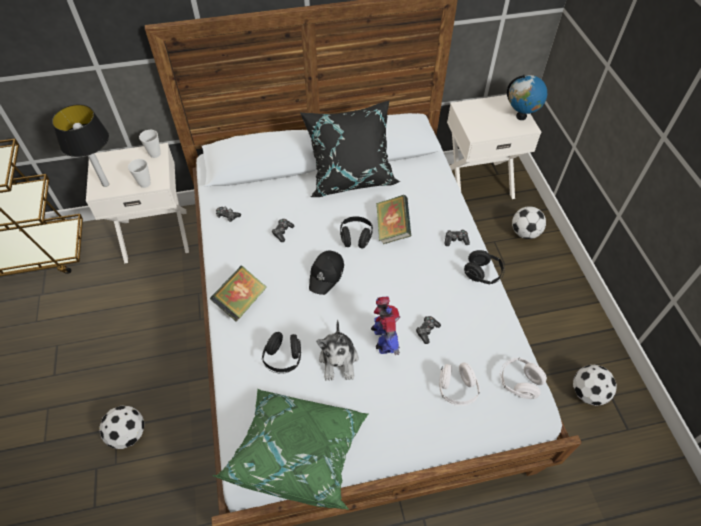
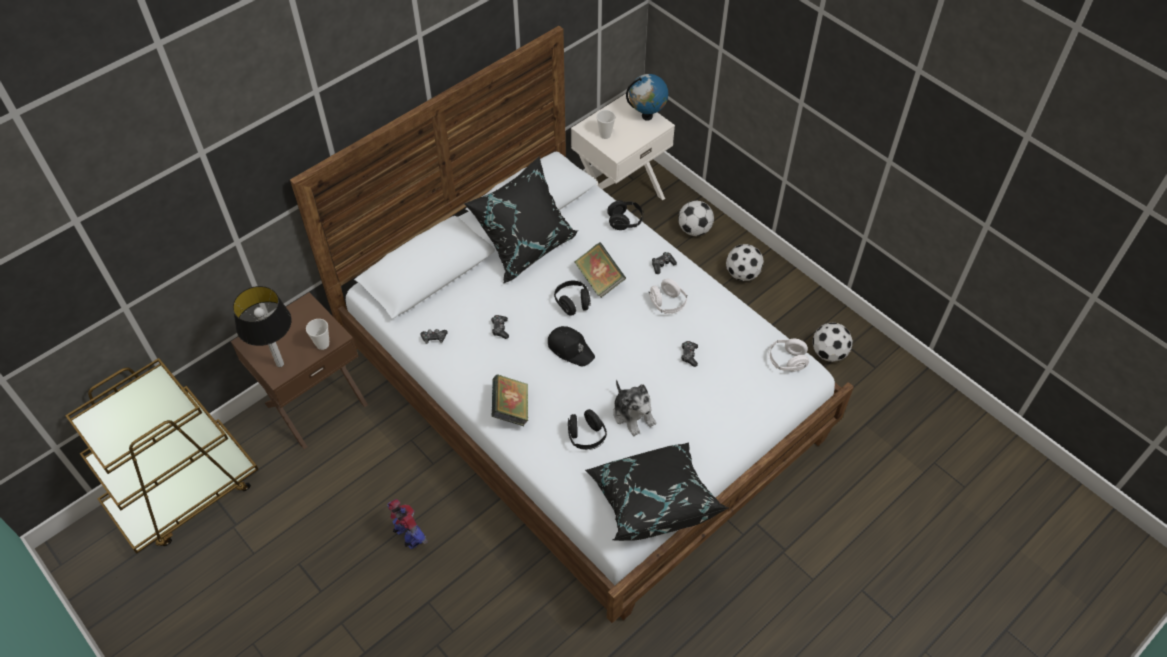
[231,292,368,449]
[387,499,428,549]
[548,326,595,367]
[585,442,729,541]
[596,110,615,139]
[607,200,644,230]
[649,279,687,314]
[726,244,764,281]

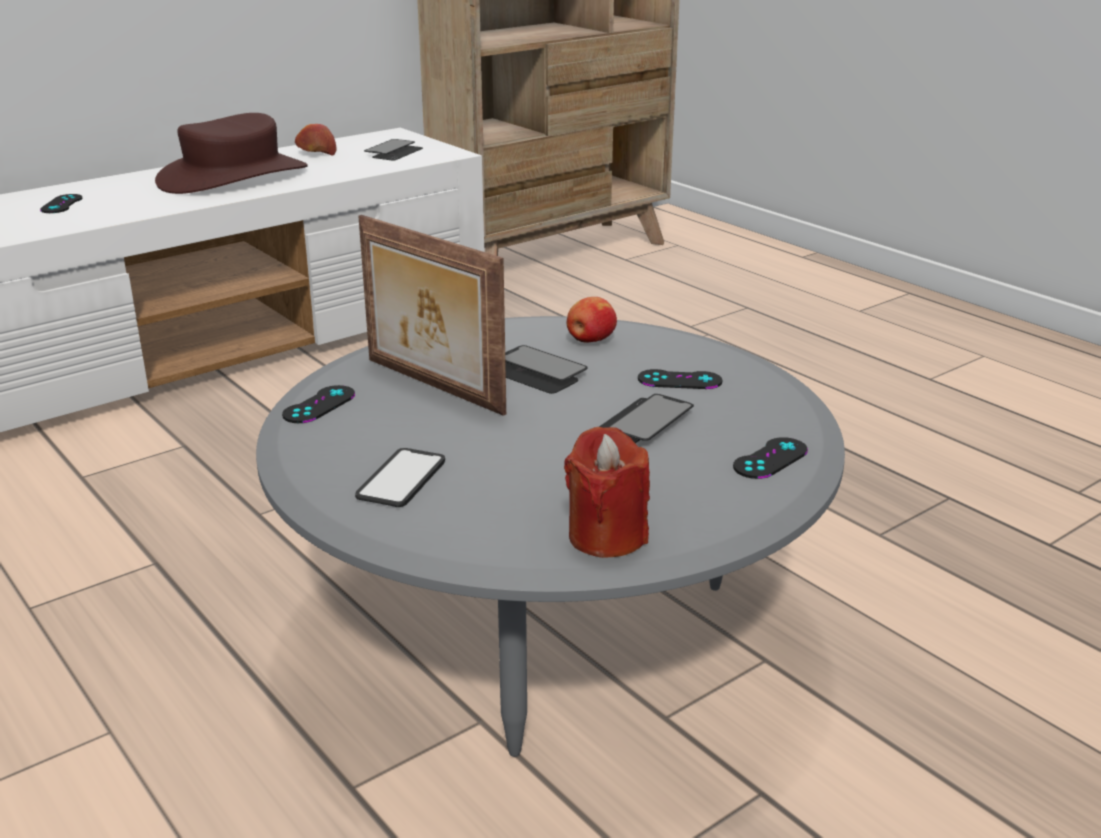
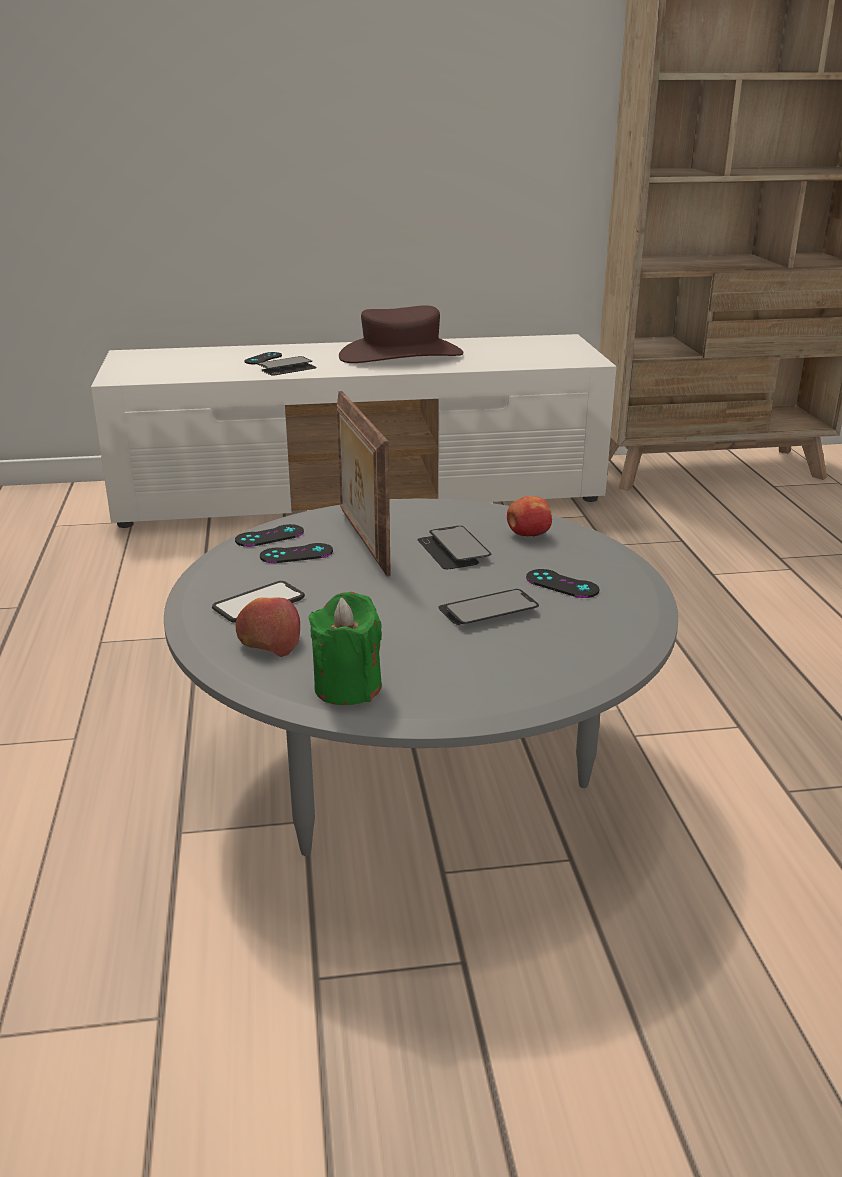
[236,597,300,657]
[257,356,317,376]
[260,543,333,563]
[309,592,382,705]

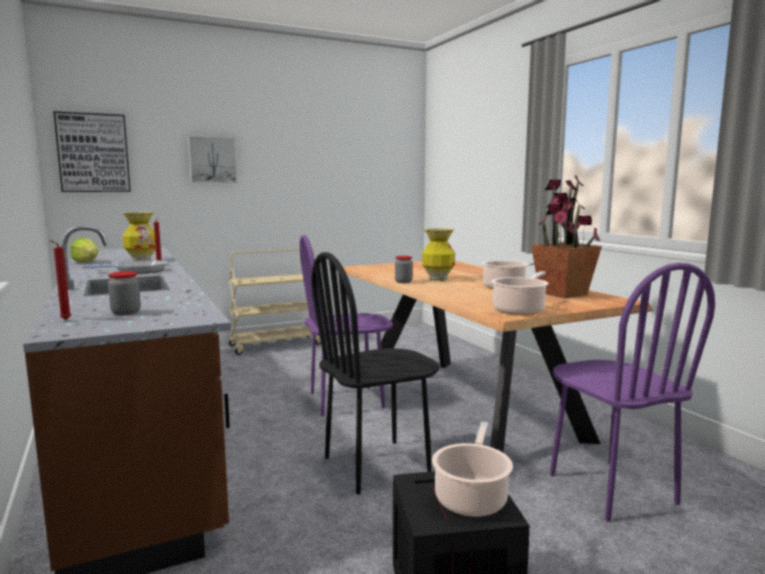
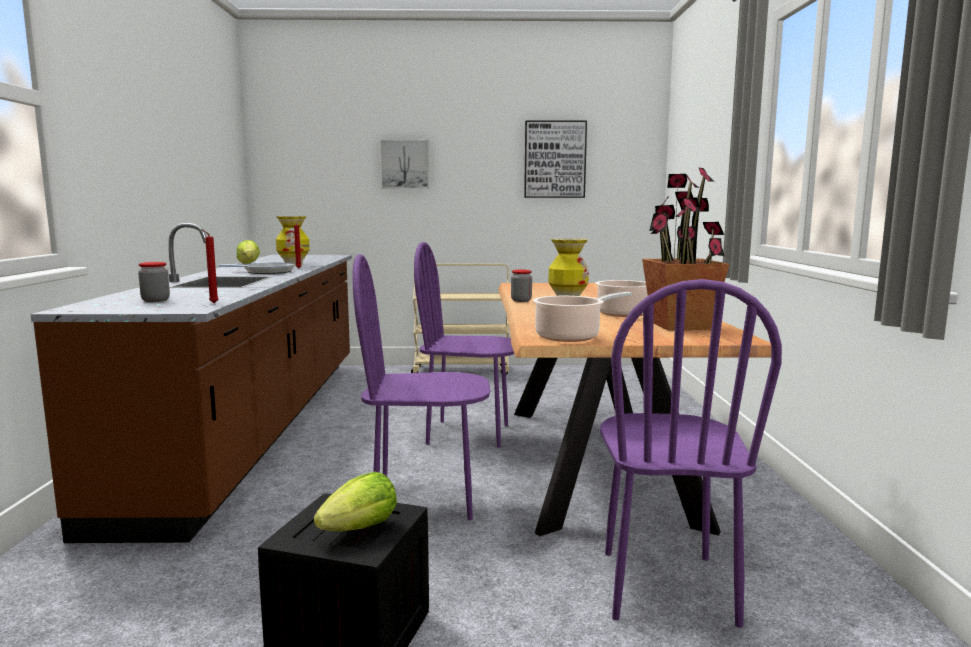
[202,230,218,303]
[314,472,397,531]
[353,254,491,520]
[524,120,587,198]

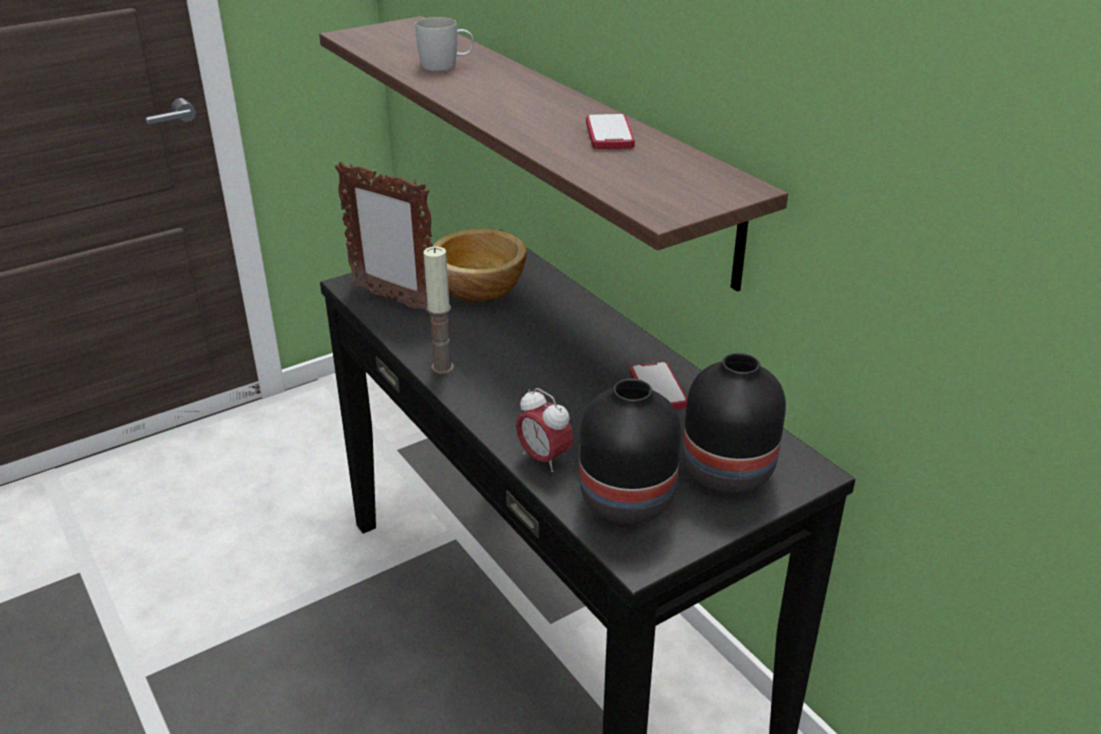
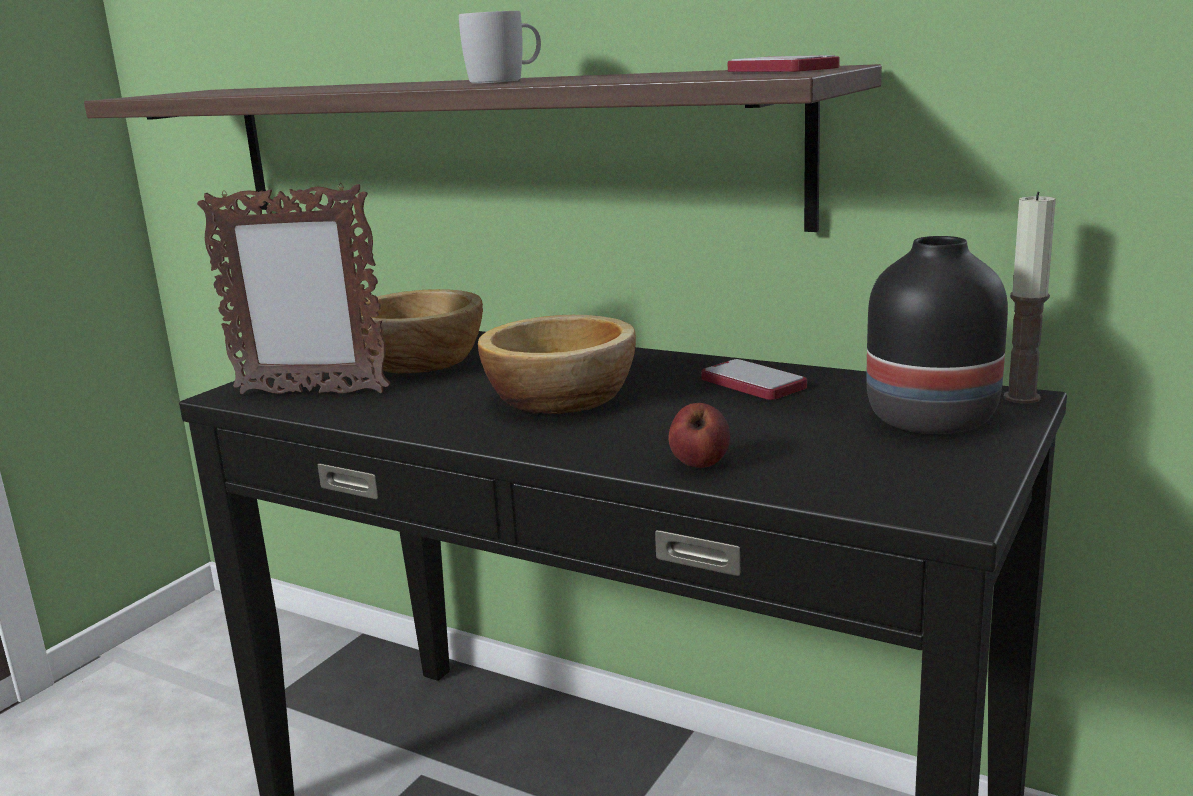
[459,11,541,83]
[478,315,636,414]
[669,403,730,468]
[728,55,840,72]
[1004,192,1056,404]
[579,379,681,524] (first image)

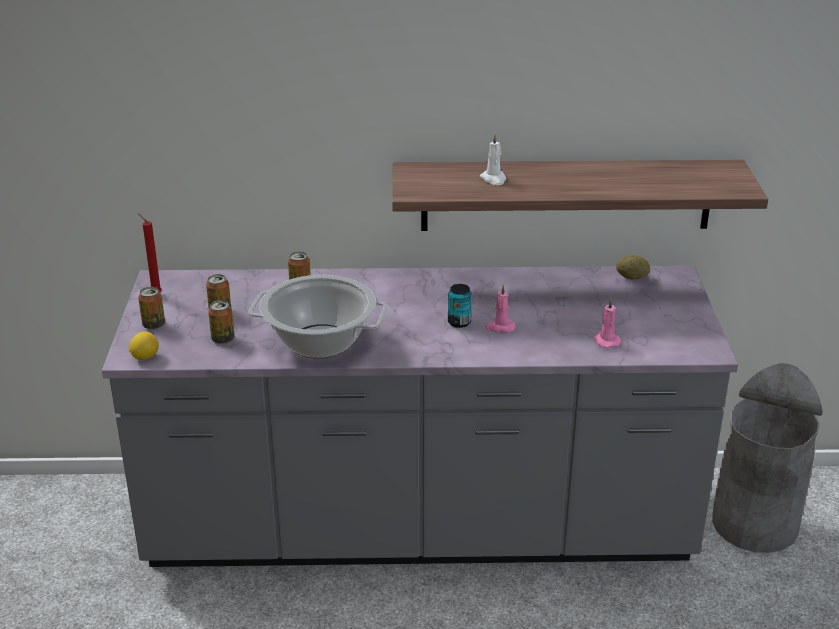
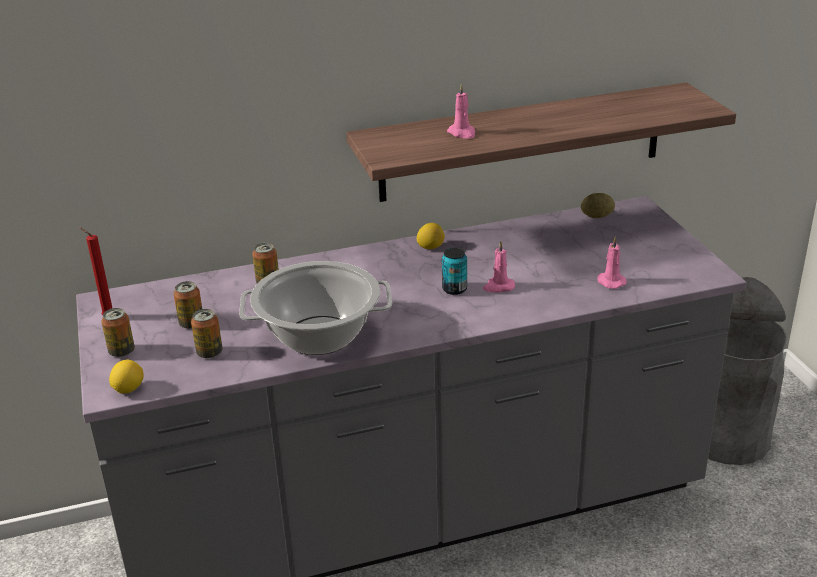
[417,223,445,249]
[447,83,475,139]

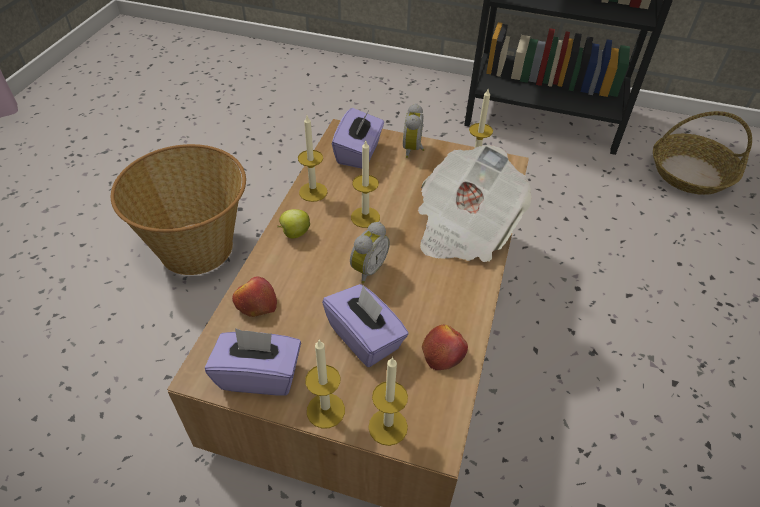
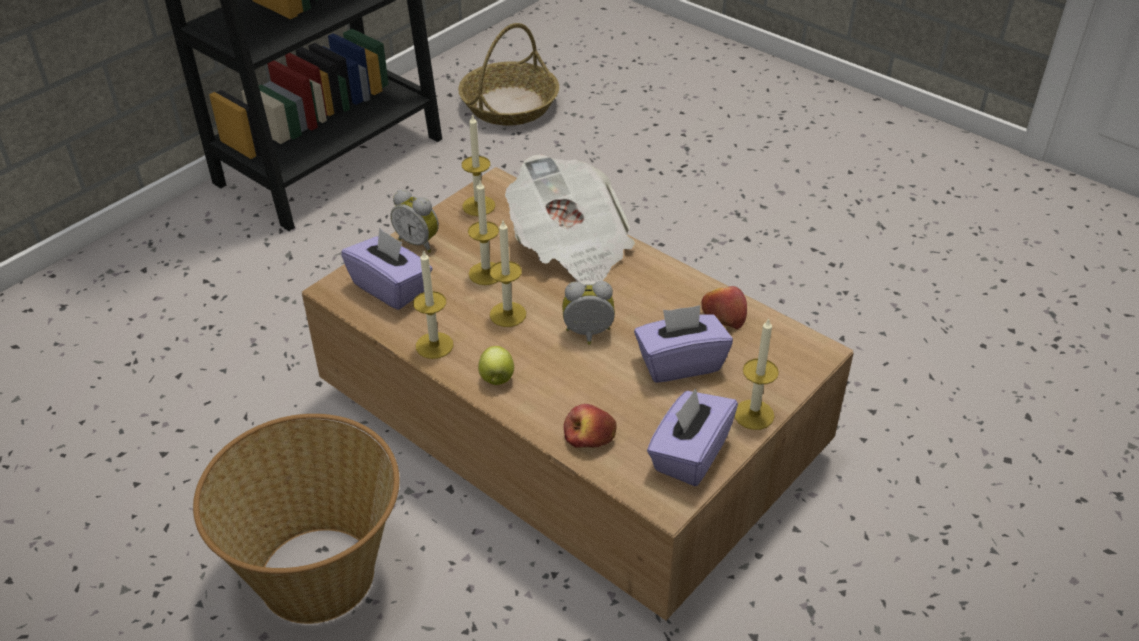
[468,181,499,285]
[562,281,615,345]

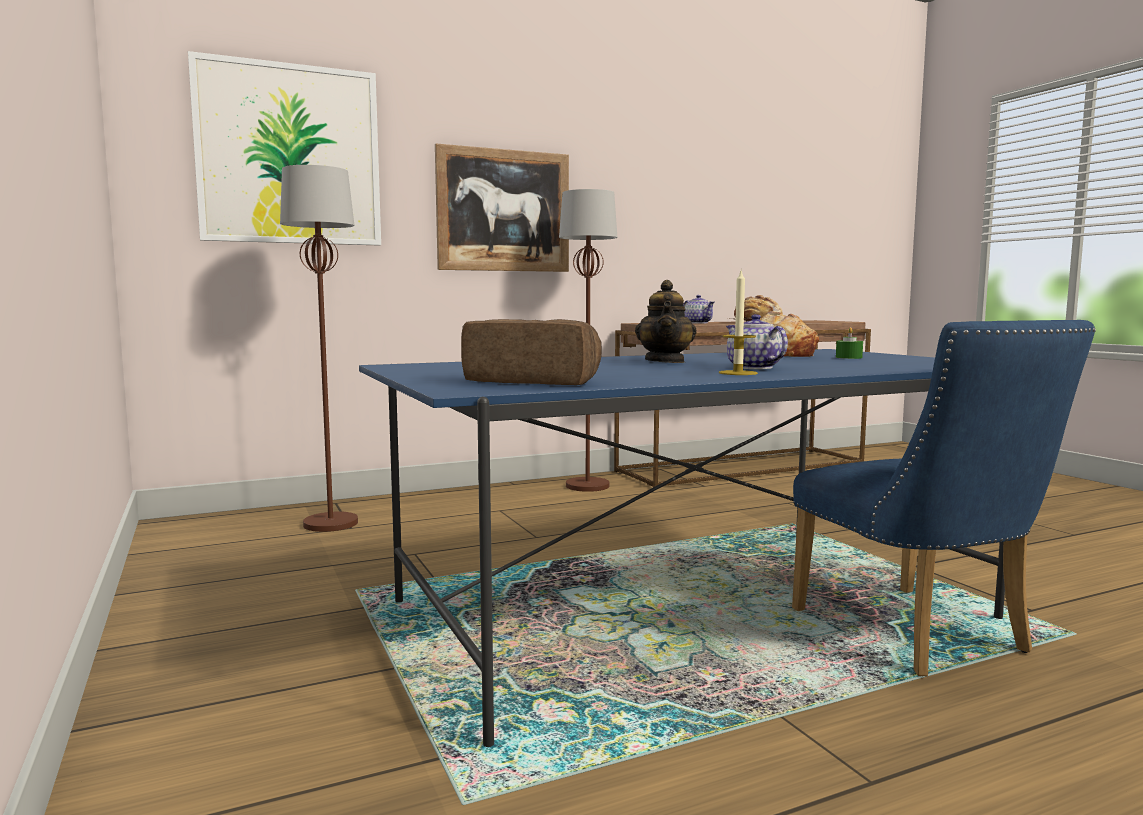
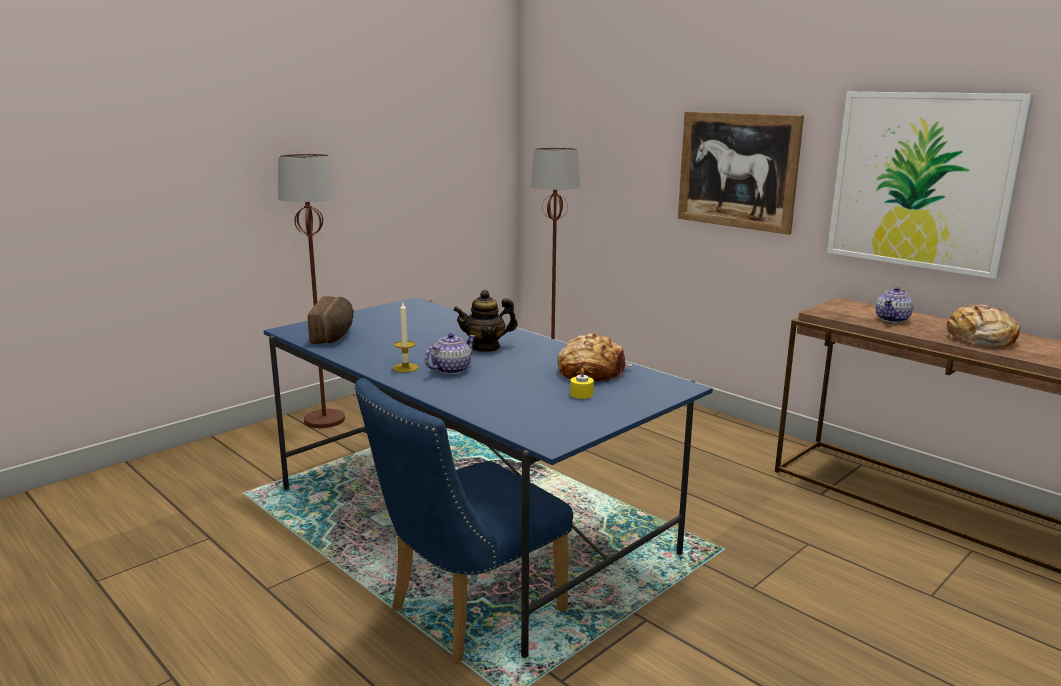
[278,154,345,428]
[570,368,594,399]
[827,92,1034,279]

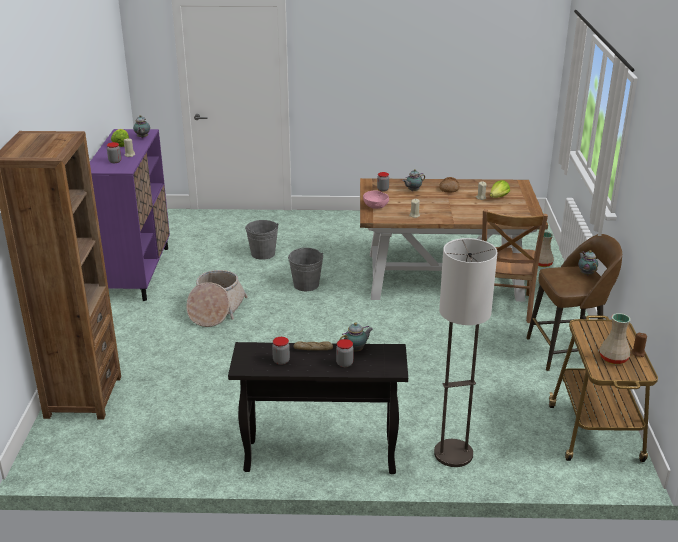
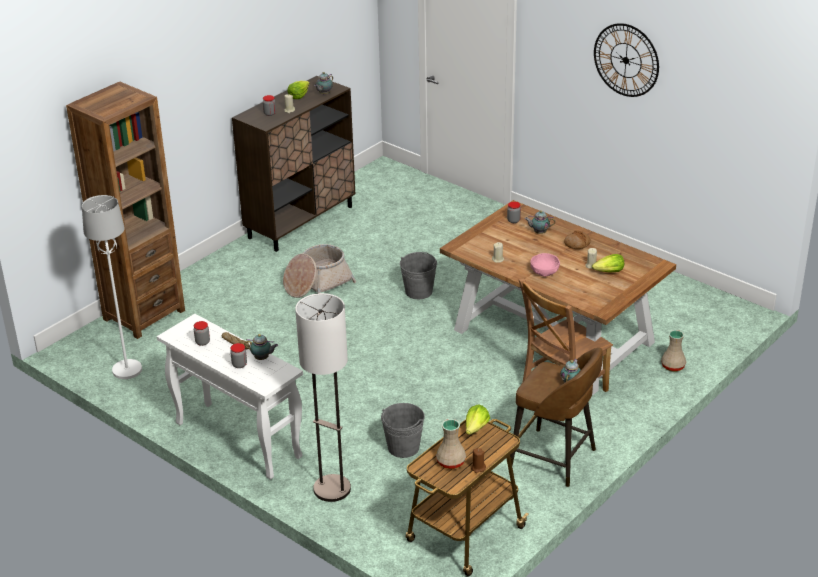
[82,195,142,379]
[157,314,303,480]
[232,76,355,252]
[381,403,425,458]
[465,404,490,435]
[530,253,560,277]
[594,23,659,97]

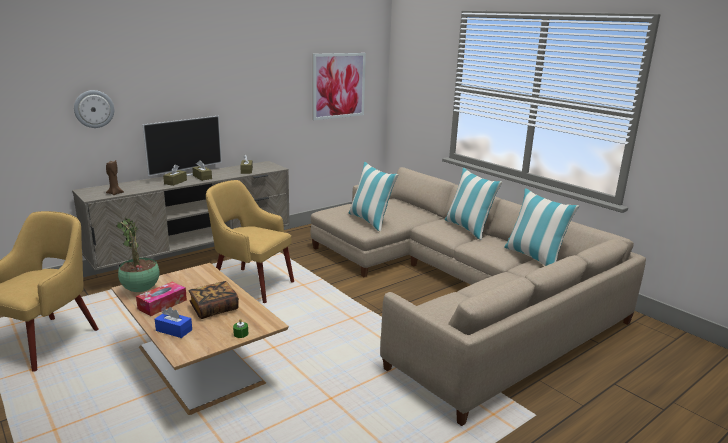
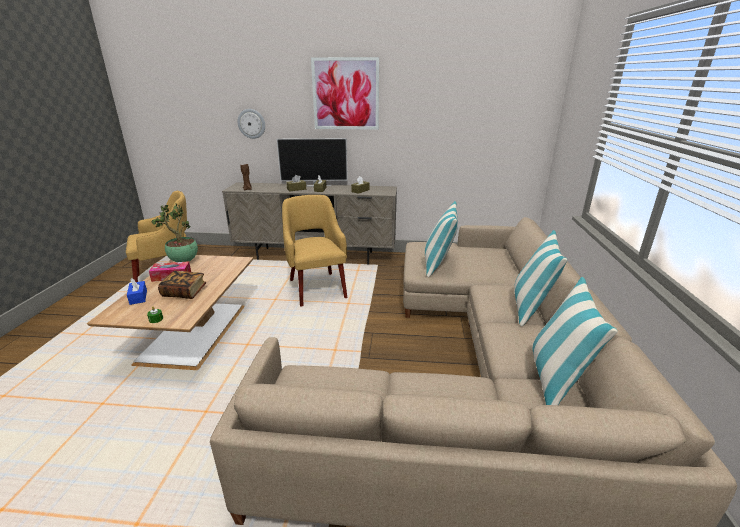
[311,57,379,130]

